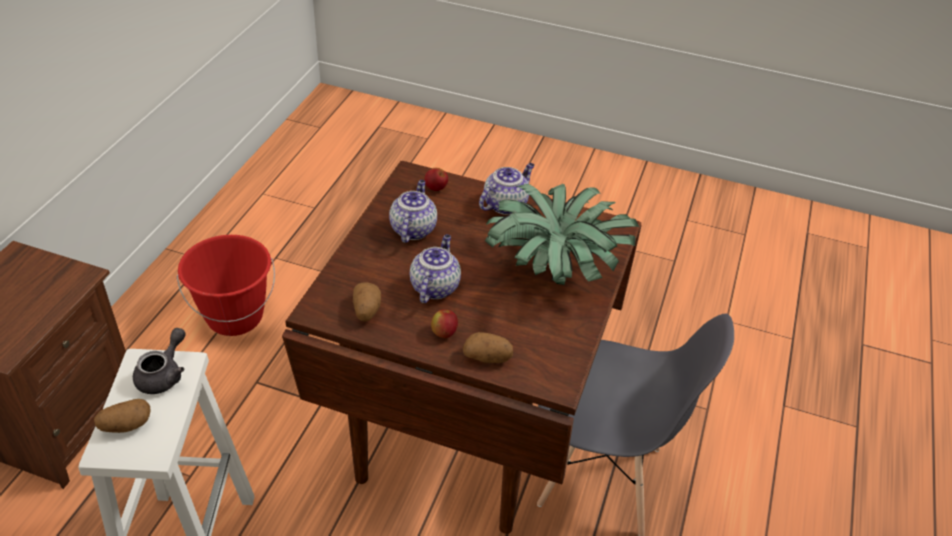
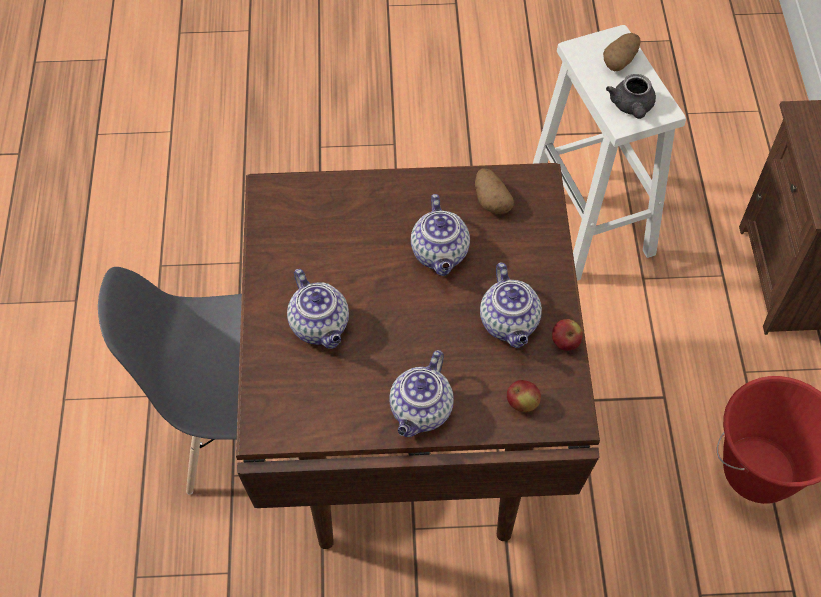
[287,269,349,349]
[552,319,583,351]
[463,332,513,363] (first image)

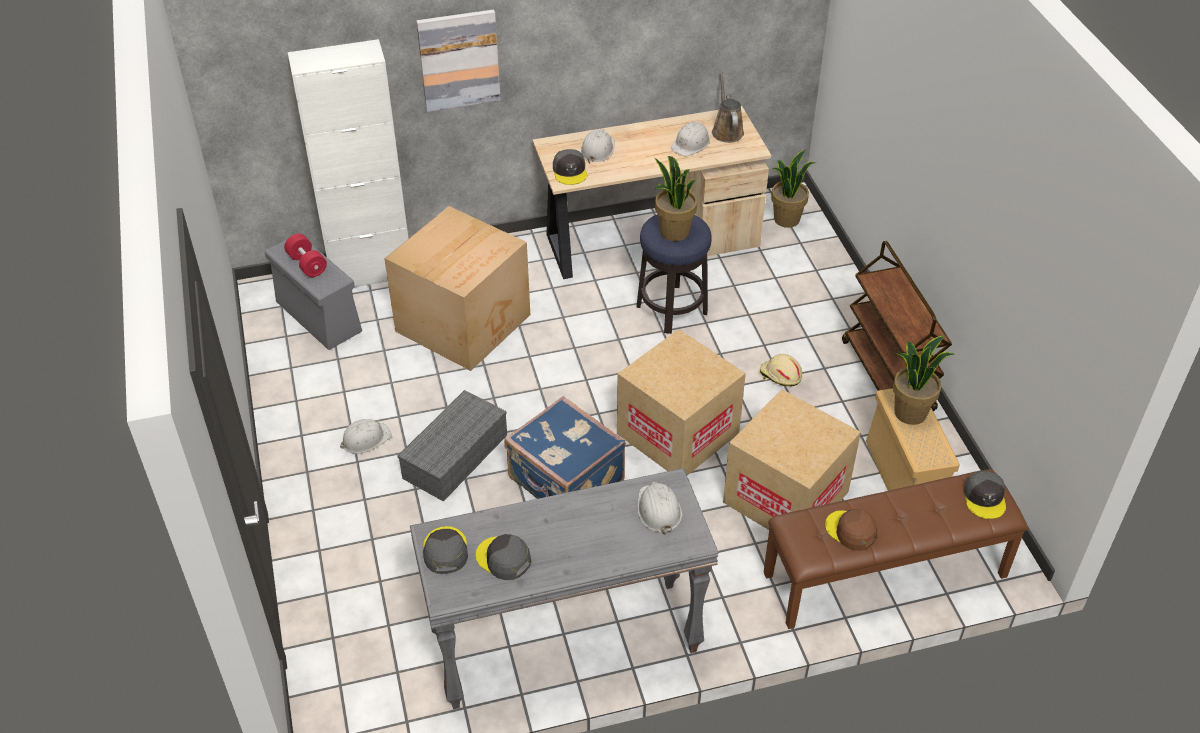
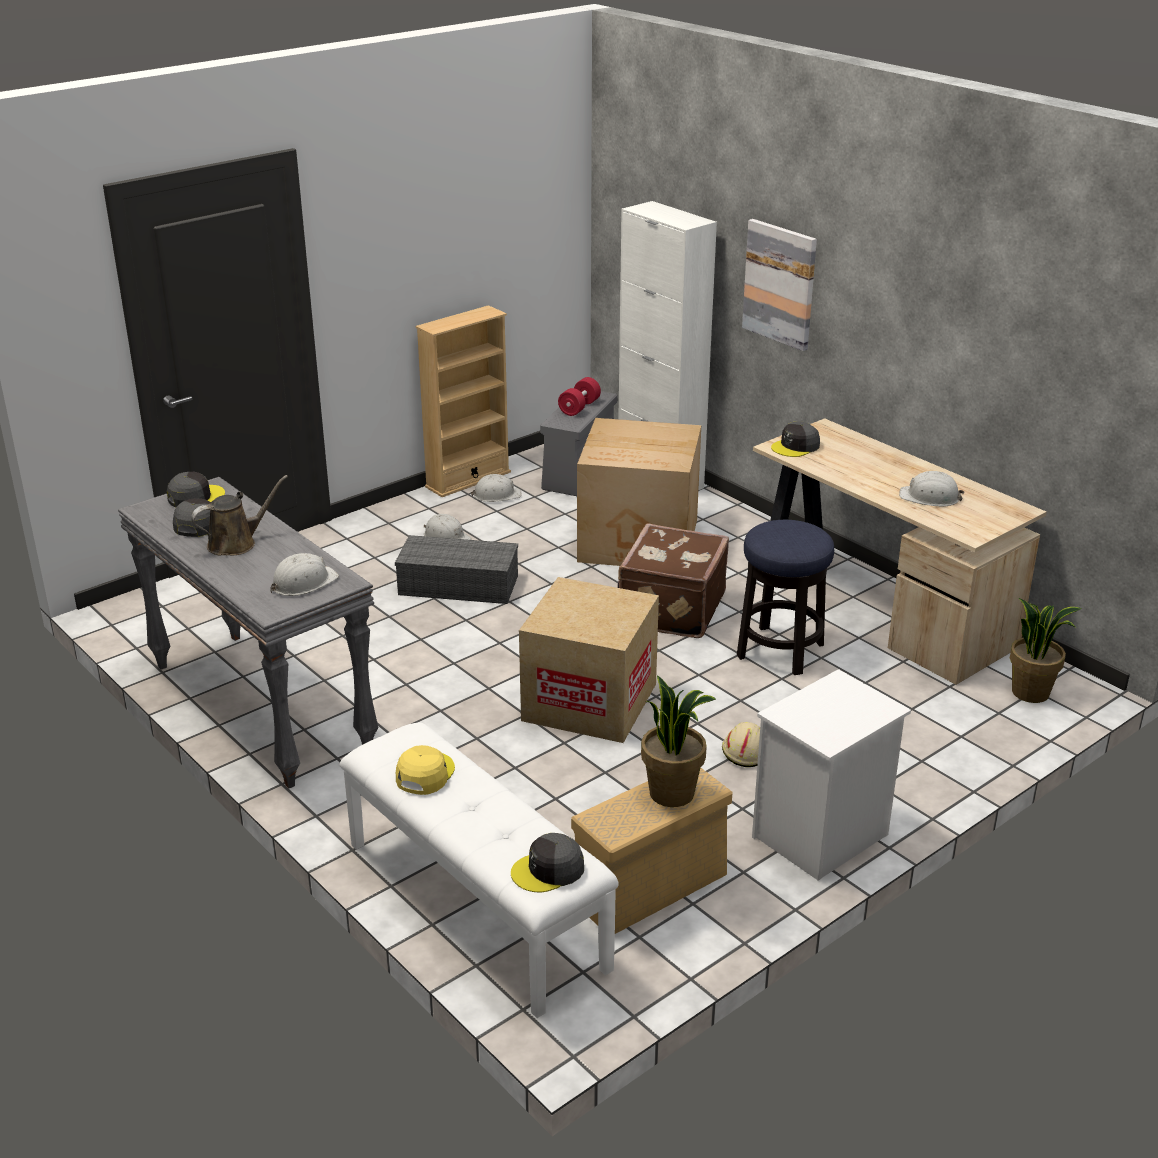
[191,475,288,556]
[340,723,619,1018]
[396,745,455,795]
[416,305,511,497]
[471,474,522,502]
[617,523,729,638]
[752,669,911,881]
[504,396,626,499] (first image)
[654,156,697,241] (first image)
[723,389,861,530] (first image)

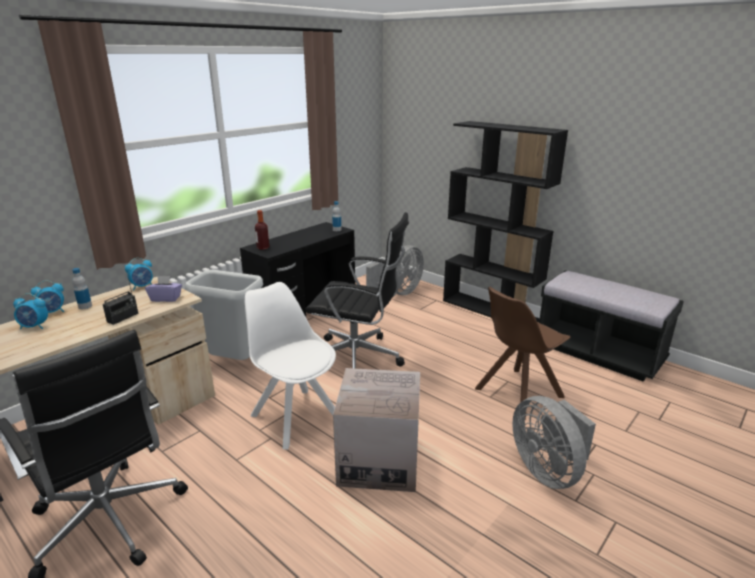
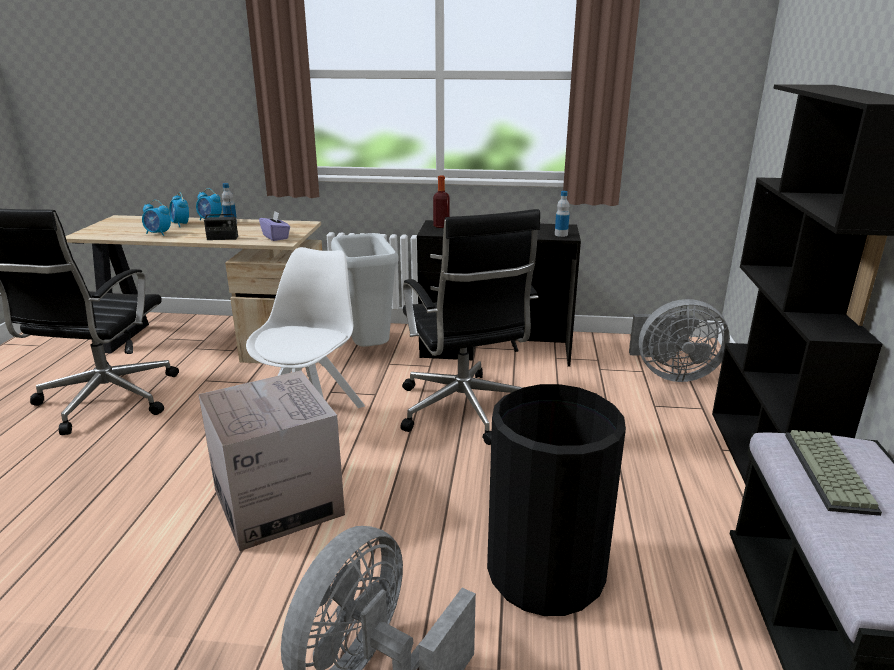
[142,200,171,236]
[487,384,626,616]
[785,430,882,516]

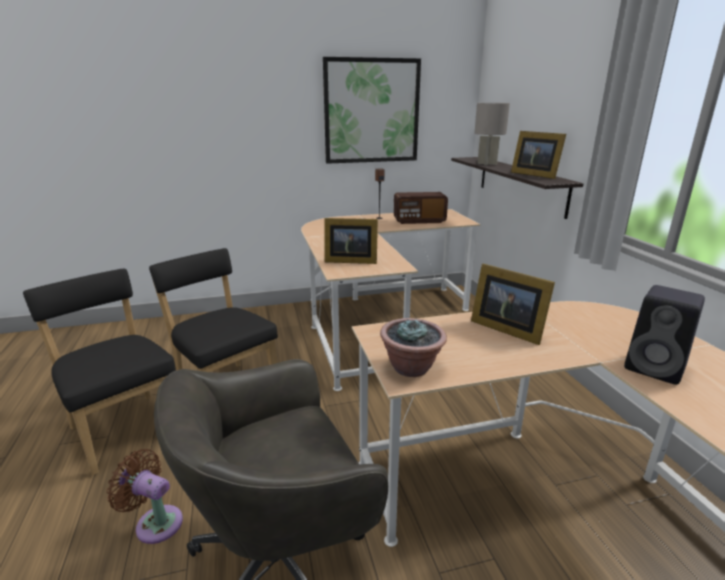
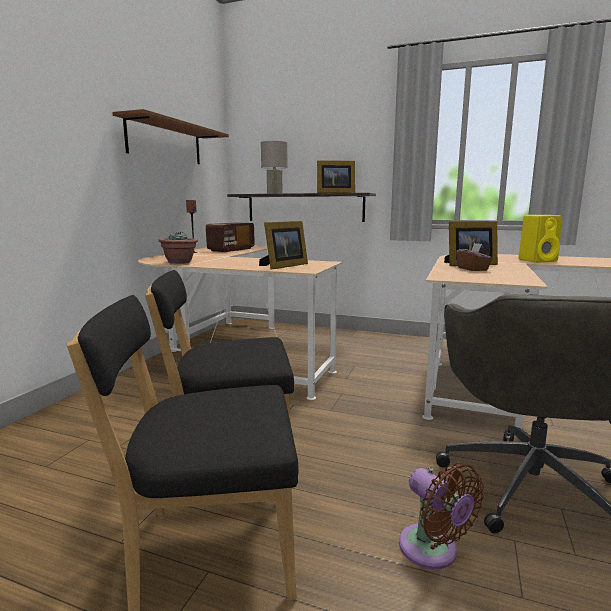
[112,109,229,164]
[159,232,198,264]
[399,463,484,570]
[456,243,493,271]
[518,215,562,262]

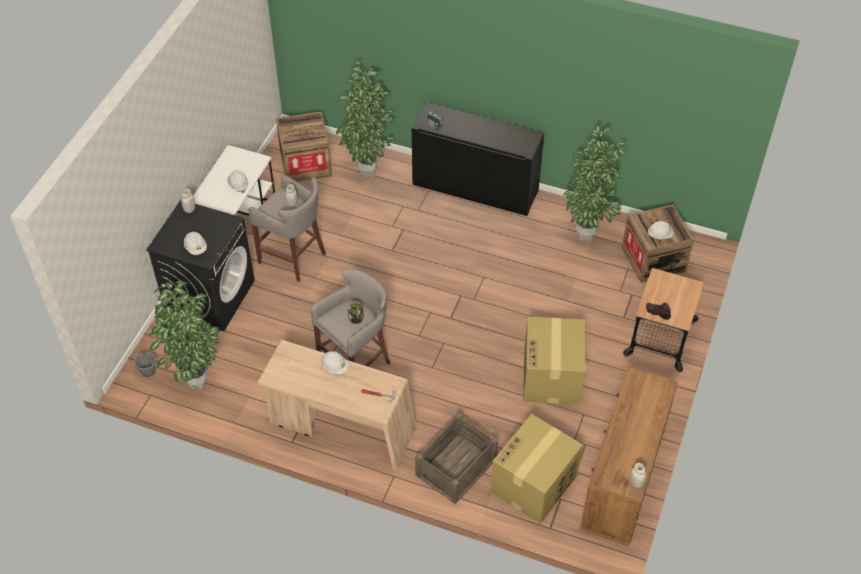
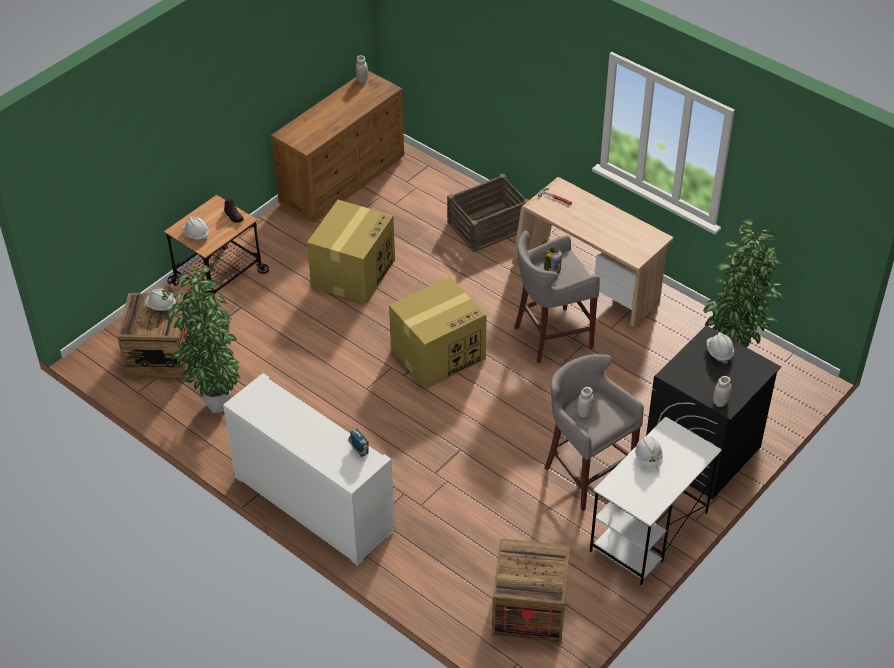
[182,217,209,242]
[223,373,395,566]
[389,277,487,389]
[134,348,156,377] (first image)
[336,61,395,177] (first image)

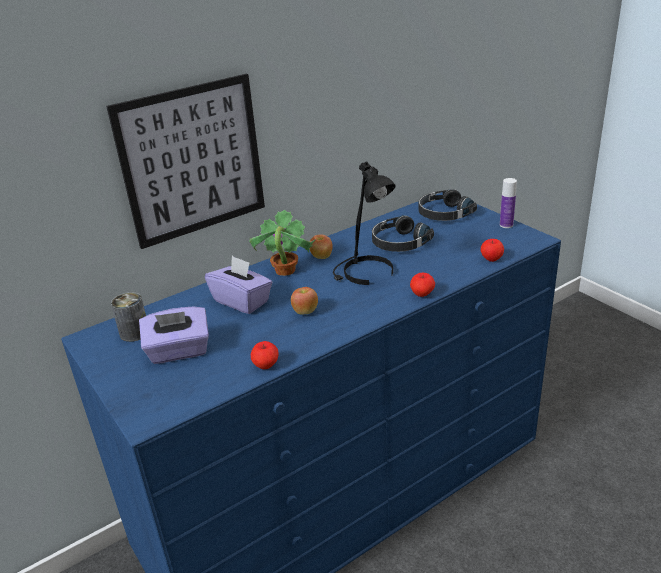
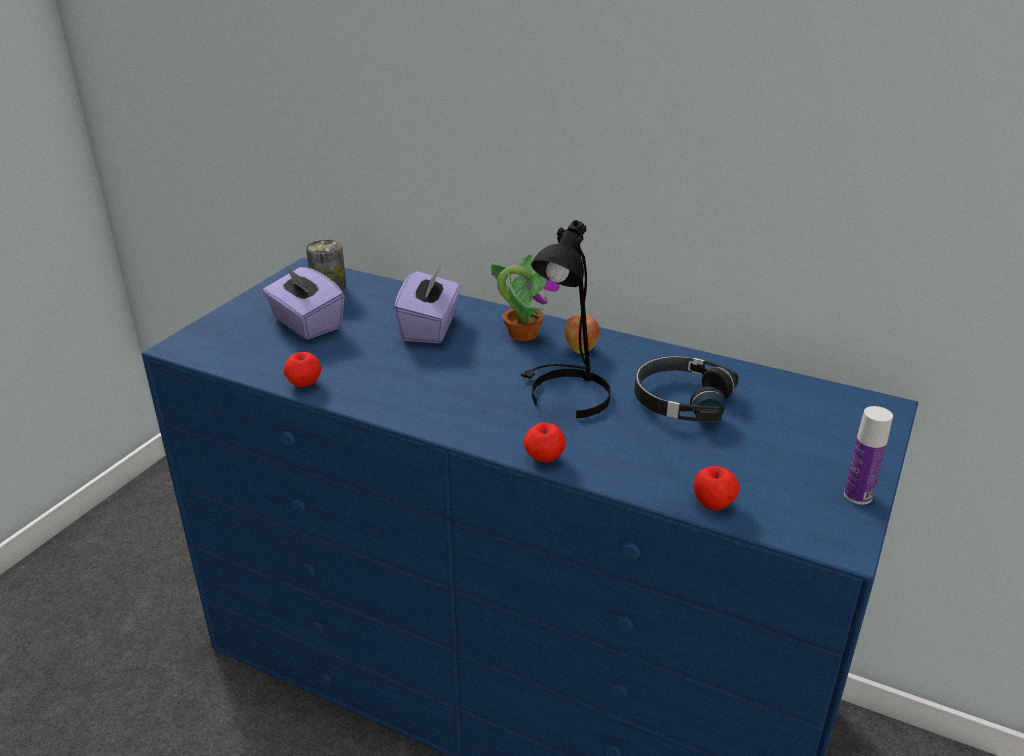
[106,74,265,249] (first image)
[291,287,318,315] (first image)
[418,189,477,221] (first image)

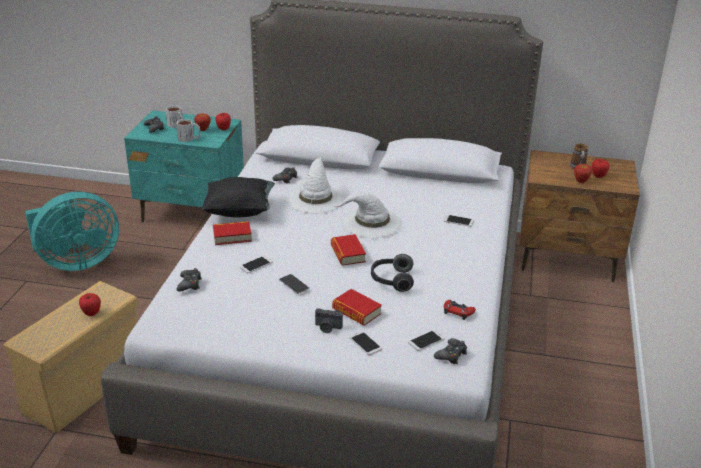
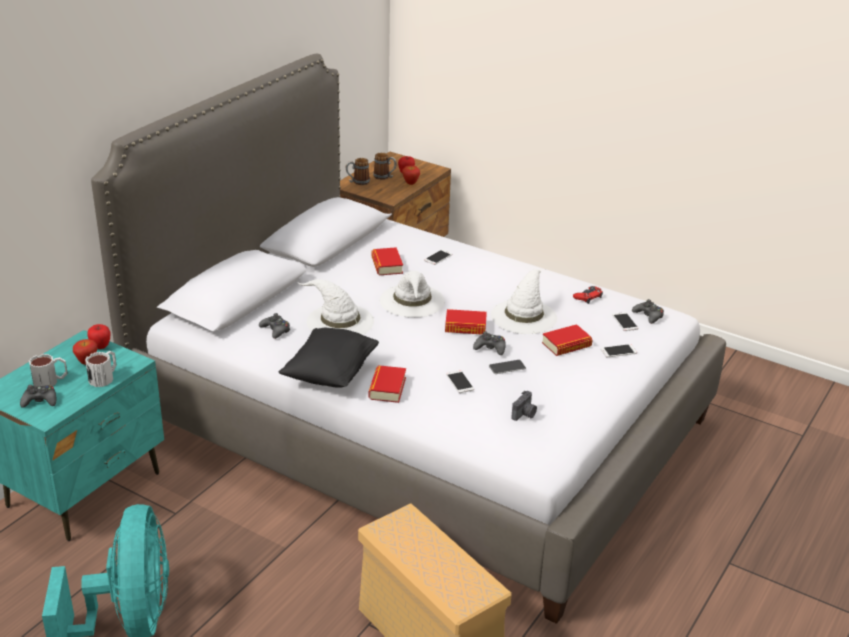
[345,158,370,185]
[372,247,403,275]
[473,331,506,355]
[491,268,557,334]
[511,391,537,421]
[79,293,101,316] (first image)

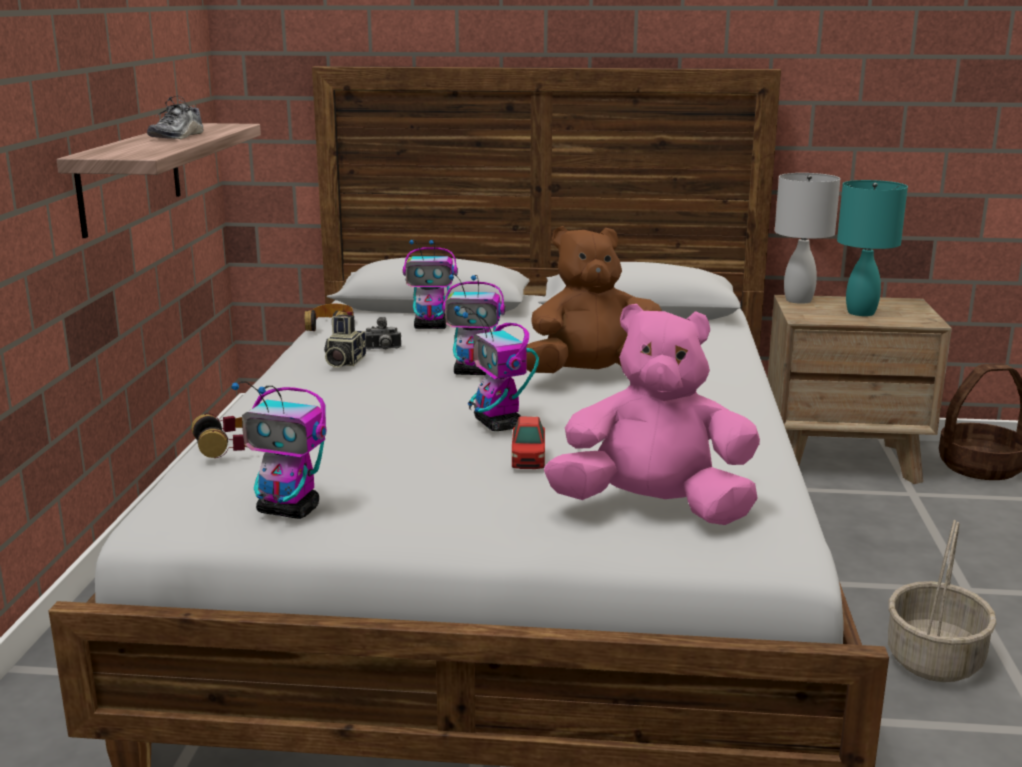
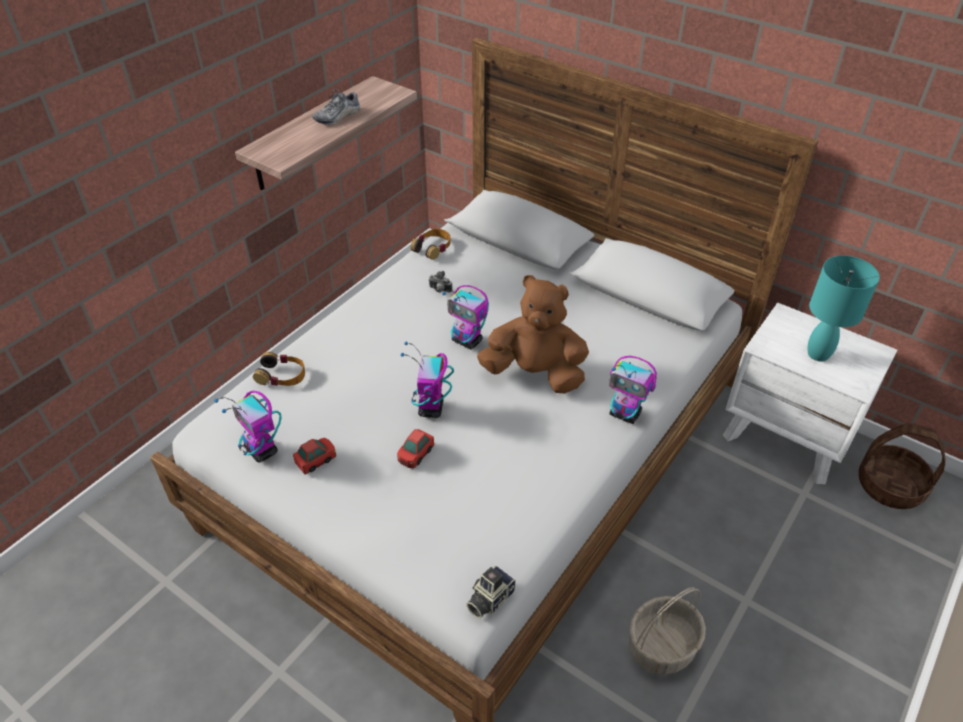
[293,438,336,474]
[466,566,516,618]
[609,356,657,424]
[723,302,897,484]
[544,304,760,525] (first image)
[775,173,840,304] (first image)

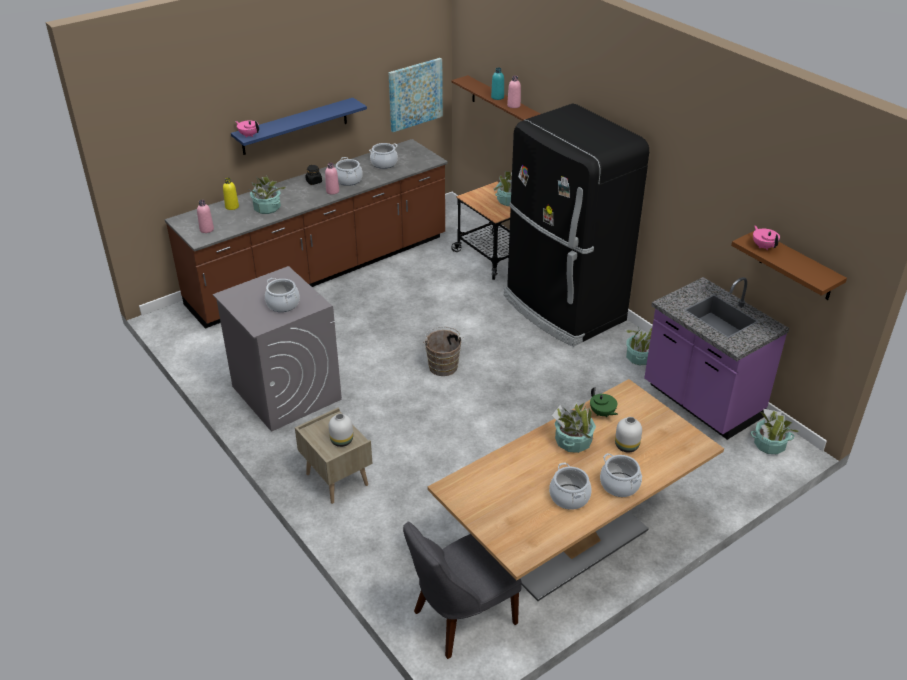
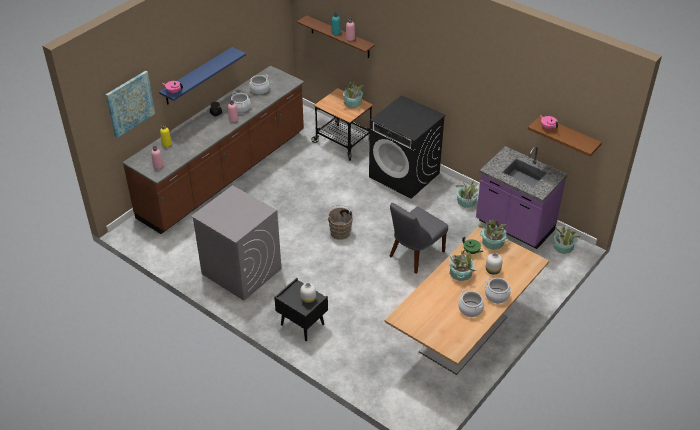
[106,71,155,138]
[274,278,328,341]
[369,95,445,199]
[389,203,448,274]
[479,220,509,250]
[265,278,300,312] (first image)

